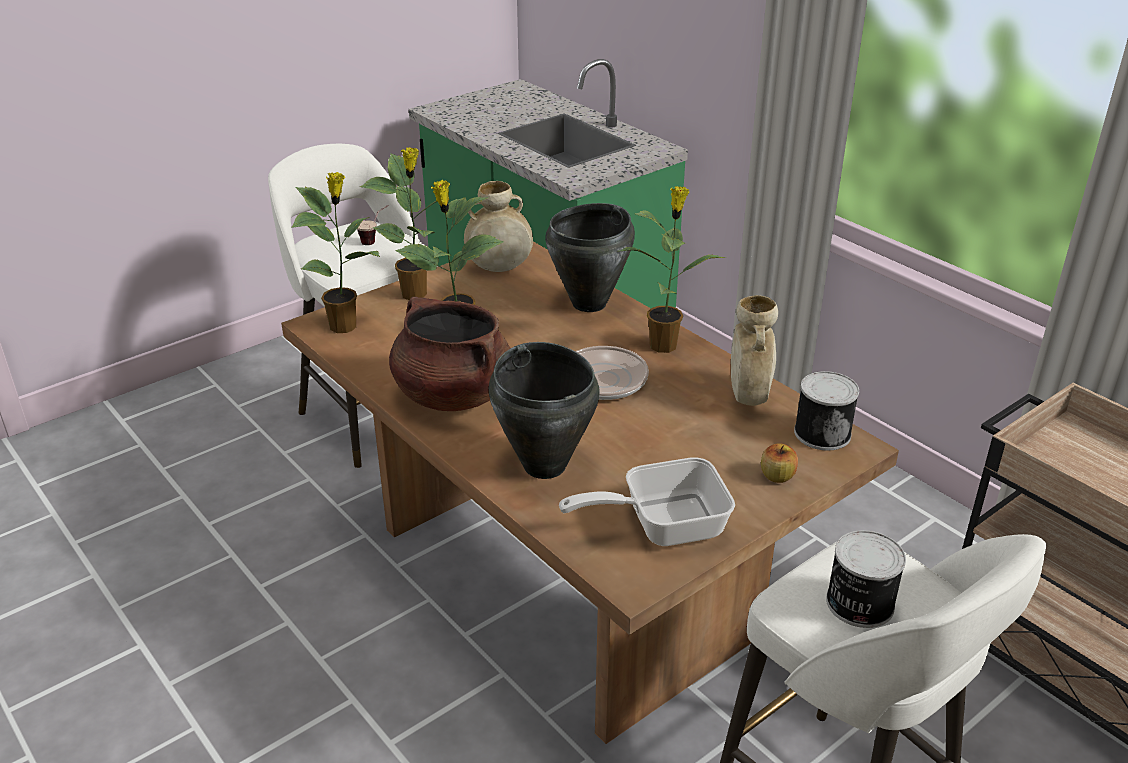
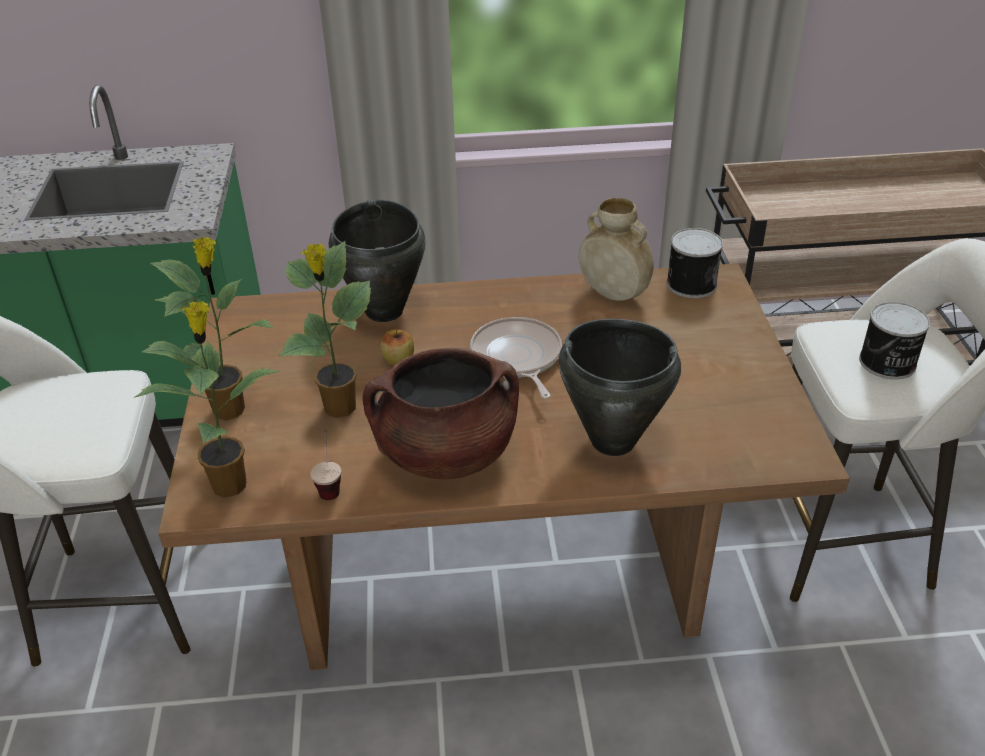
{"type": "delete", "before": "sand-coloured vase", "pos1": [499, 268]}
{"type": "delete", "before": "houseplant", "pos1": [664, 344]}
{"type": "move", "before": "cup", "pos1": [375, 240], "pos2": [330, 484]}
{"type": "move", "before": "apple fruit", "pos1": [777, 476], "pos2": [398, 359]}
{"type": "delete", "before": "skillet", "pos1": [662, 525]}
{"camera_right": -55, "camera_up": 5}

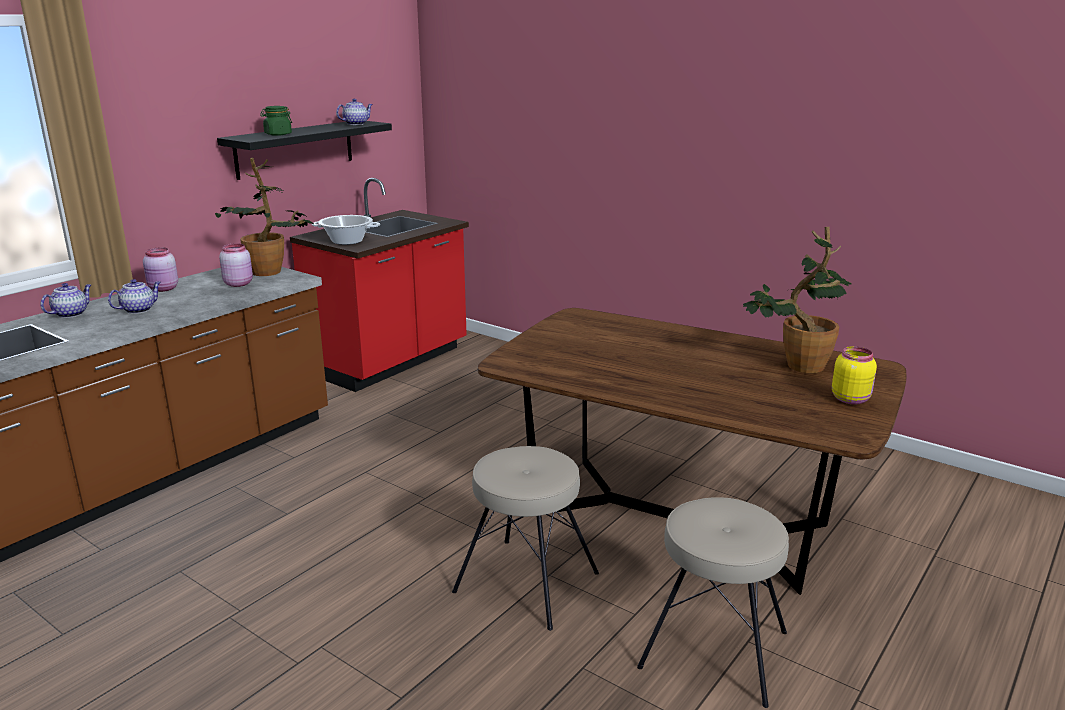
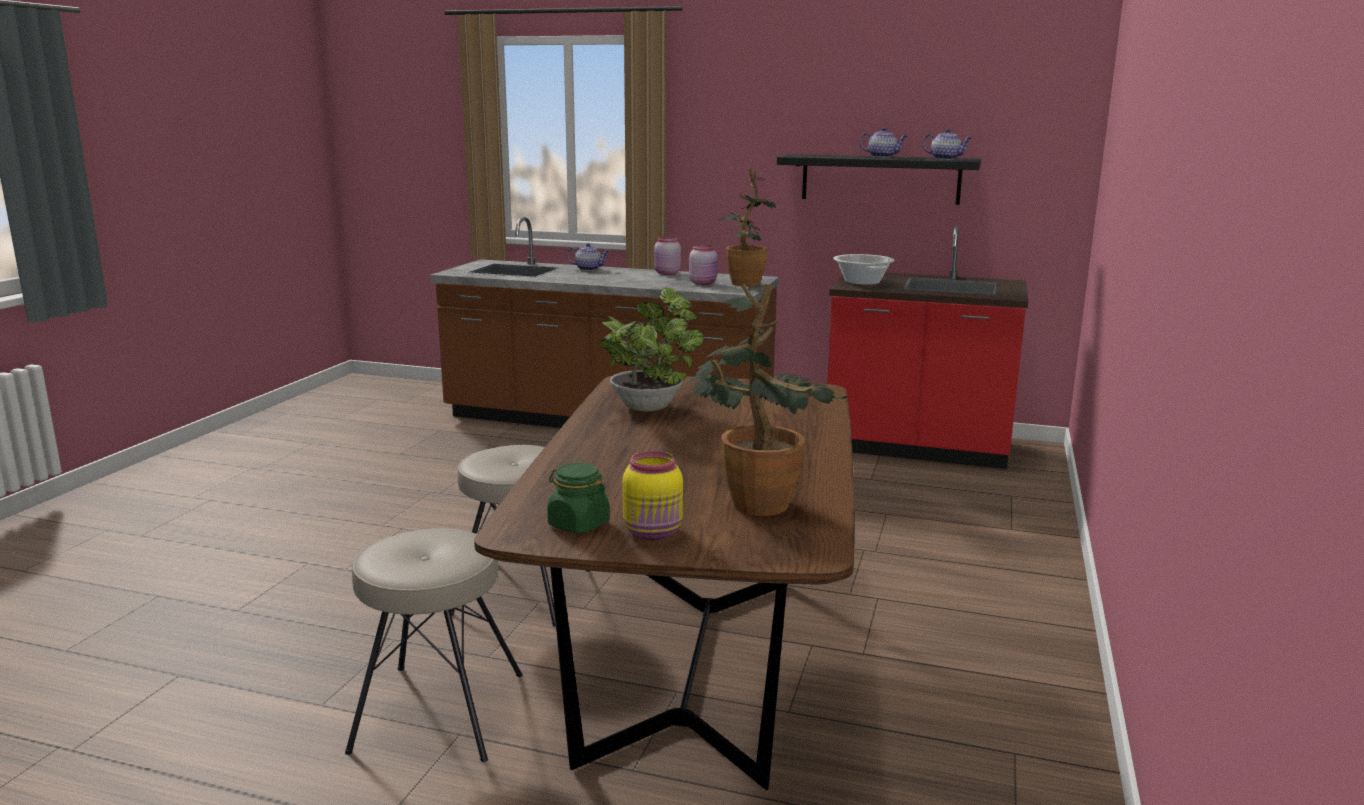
{"type": "move", "before": "green jar", "pos1": [278, 134], "pos2": [578, 524]}
{"type": "move", "before": "pot for tea", "pos1": [139, 310], "pos2": [882, 157]}
{"type": "insert", "after": "houseplant", "pos2": [649, 405]}
{"camera_right": 70, "camera_up": -5}

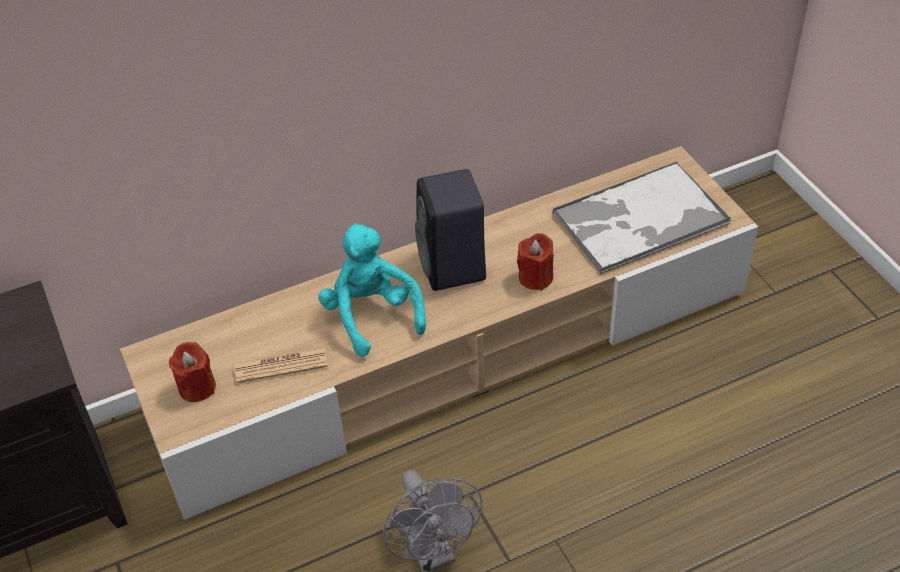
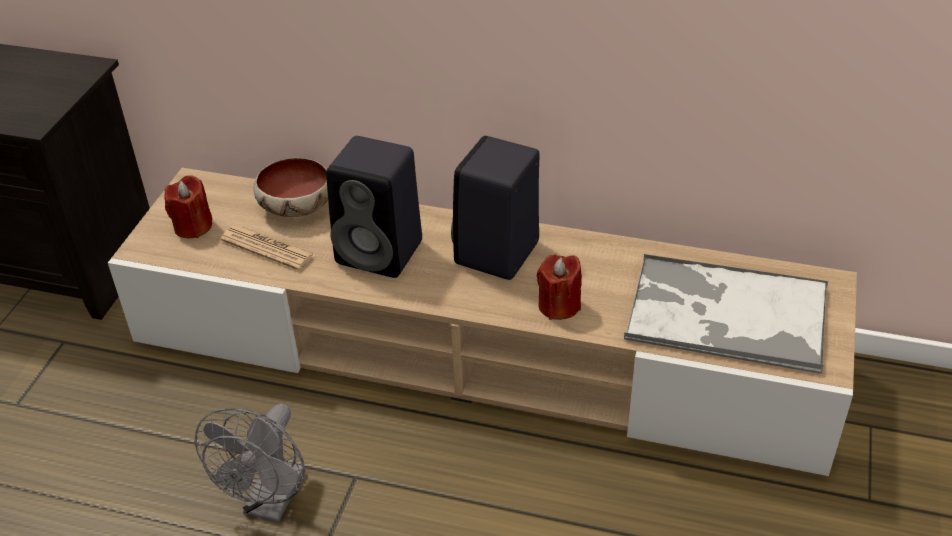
{"type": "replace", "before": "turquoise cuddly toy", "after": "blackish audio speaker", "pos1": [372, 315], "pos2": [382, 252]}
{"type": "insert", "after": "deep dish", "pos2": [295, 207]}
{"camera_right": 40, "camera_up": -5}

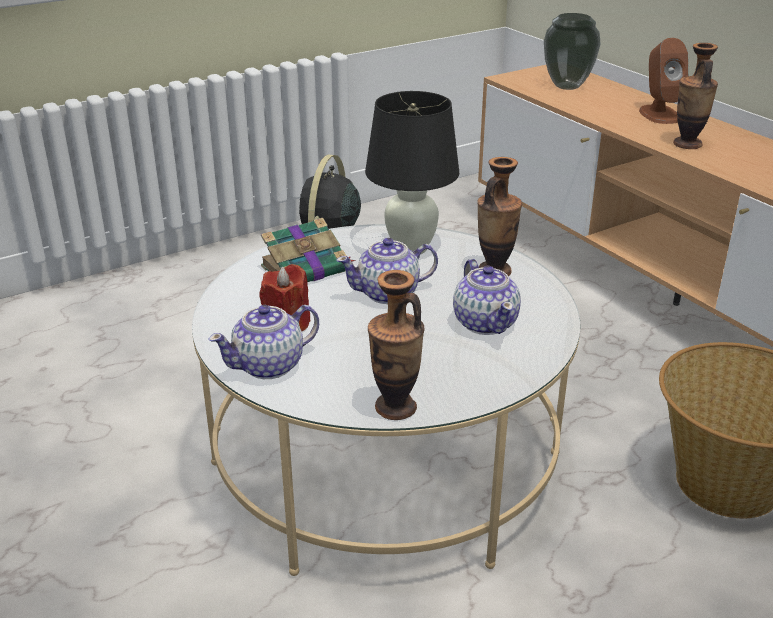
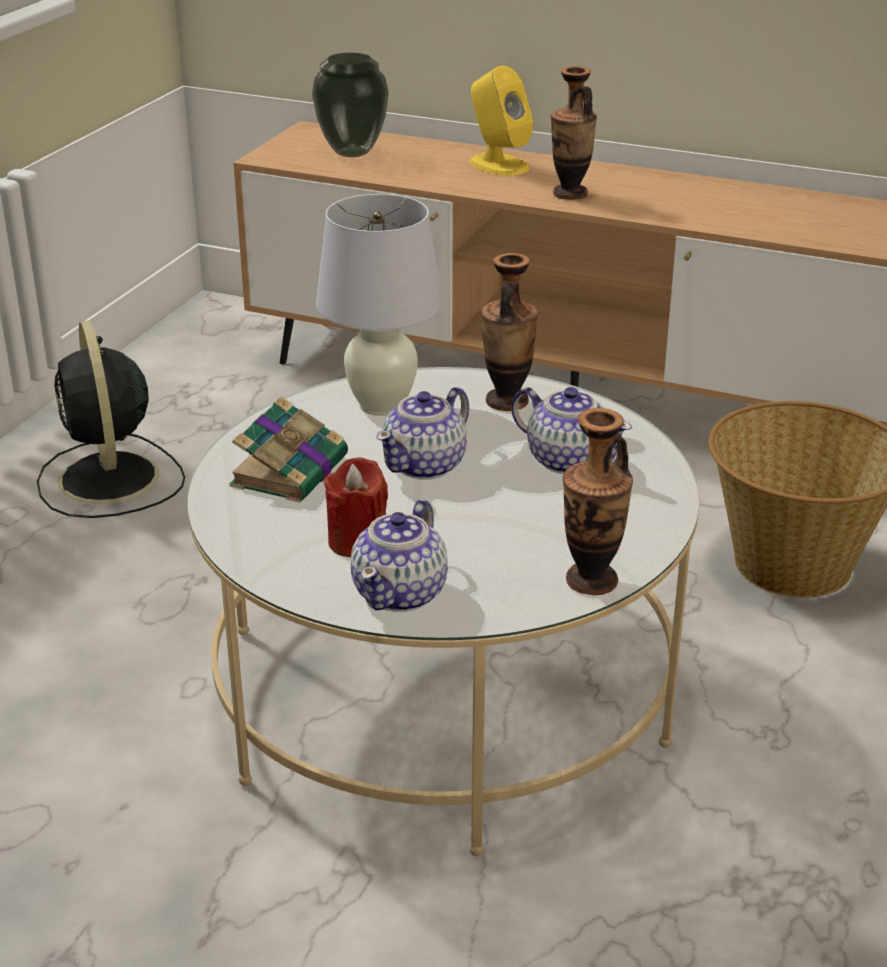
{"type": "recolor", "before": "brown-coloured audio speaker", "after": "yellow-coloured audio speaker", "pos1": [659, 114], "pos2": [498, 165]}
{"type": "recolor", "before": "blackish tabletop lamp", "after": "white tabletop lamp", "pos1": [410, 248], "pos2": [381, 405]}
{"camera_right": -35, "camera_up": 0}

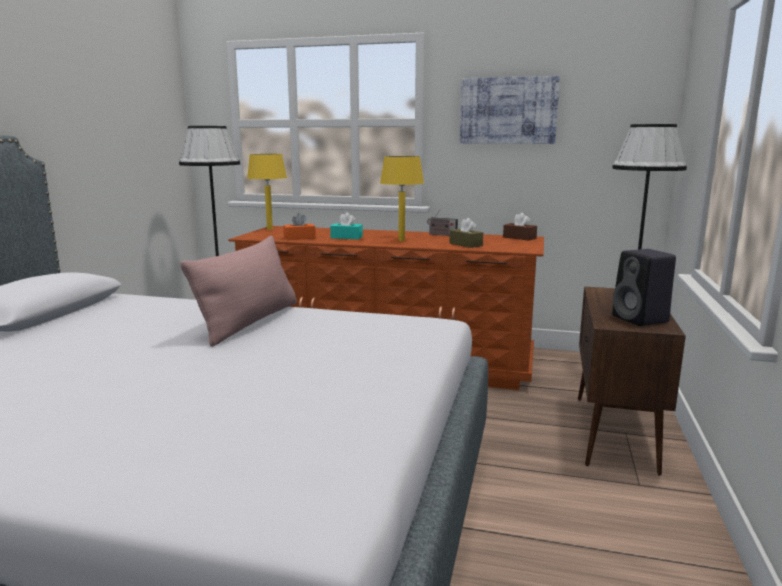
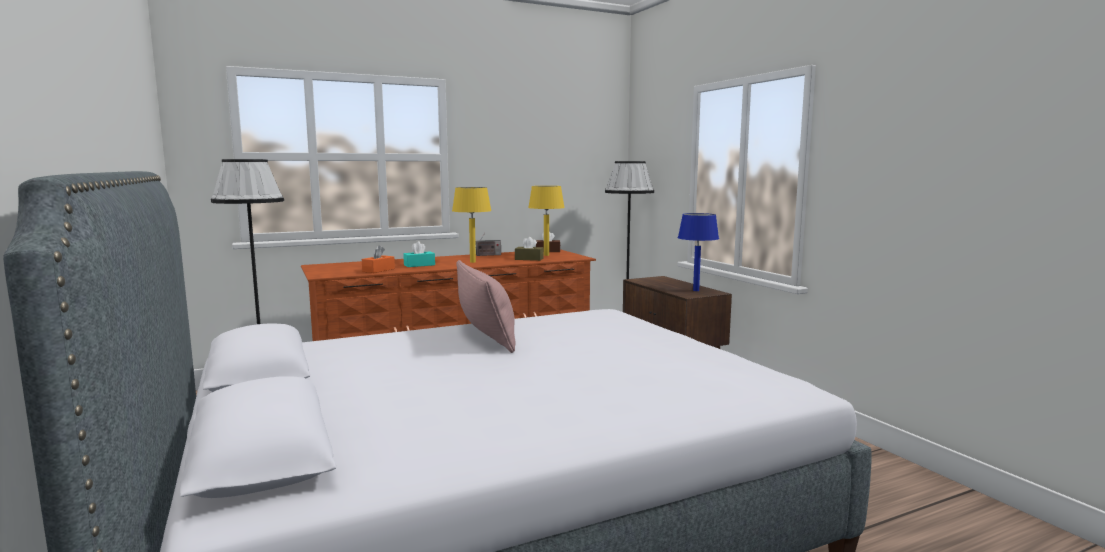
{"type": "delete", "before": "picture", "pos1": [508, 110]}
{"type": "move", "before": "yellow-coloured tabletop lamp", "pos1": [270, 229], "pos2": [546, 255]}
{"type": "replace", "before": "blackish audio speaker", "after": "bluish tabletop lamp", "pos1": [641, 319], "pos2": [696, 290]}
{"camera_right": -40, "camera_up": -5}

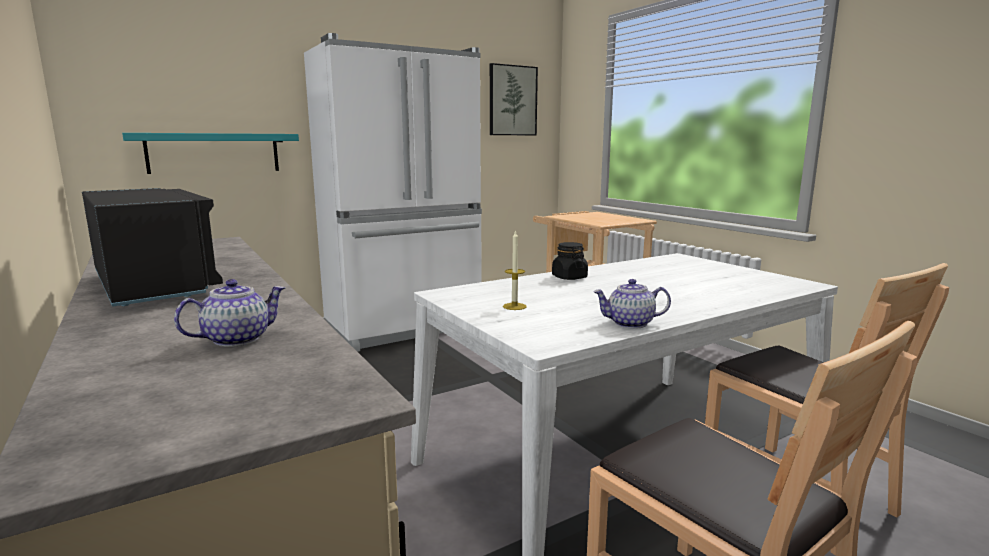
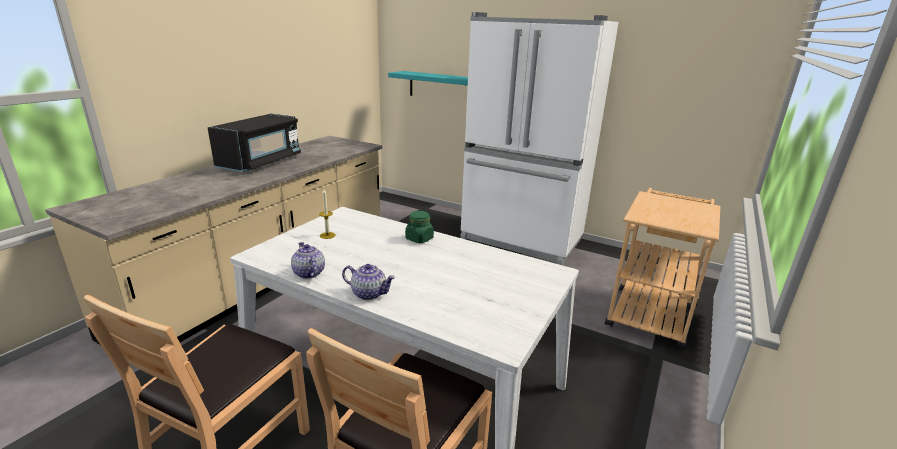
{"type": "delete", "before": "picture", "pos1": [512, 100]}
{"type": "recolor", "before": "blackish jar", "after": "green jar", "pos1": [569, 277], "pos2": [419, 238]}
{"type": "move", "before": "pot for tea", "pos1": [237, 339], "pos2": [369, 293]}
{"camera_right": 60, "camera_up": 10}

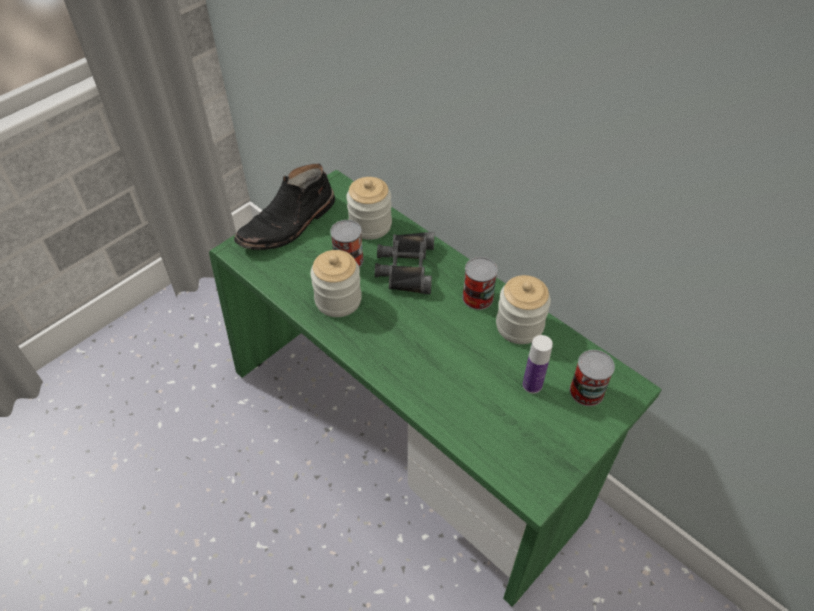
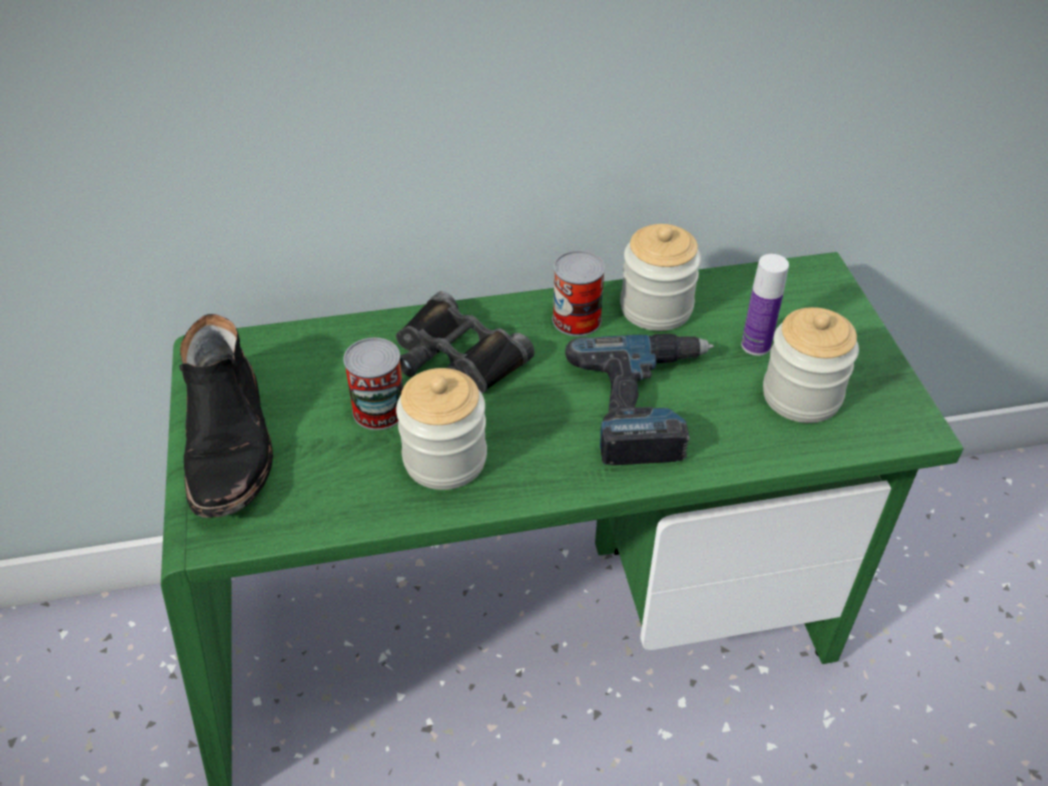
{"type": "move", "before": "jar", "pos1": [370, 225], "pos2": [801, 395]}
{"type": "delete", "before": "sealed can", "pos1": [586, 391]}
{"type": "insert", "after": "power drill", "pos2": [646, 405]}
{"camera_right": -55, "camera_up": -5}

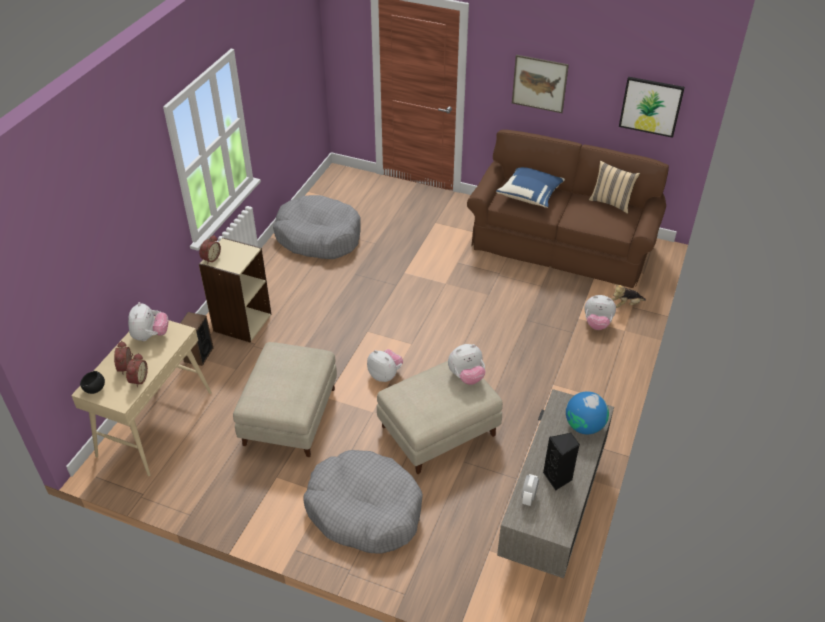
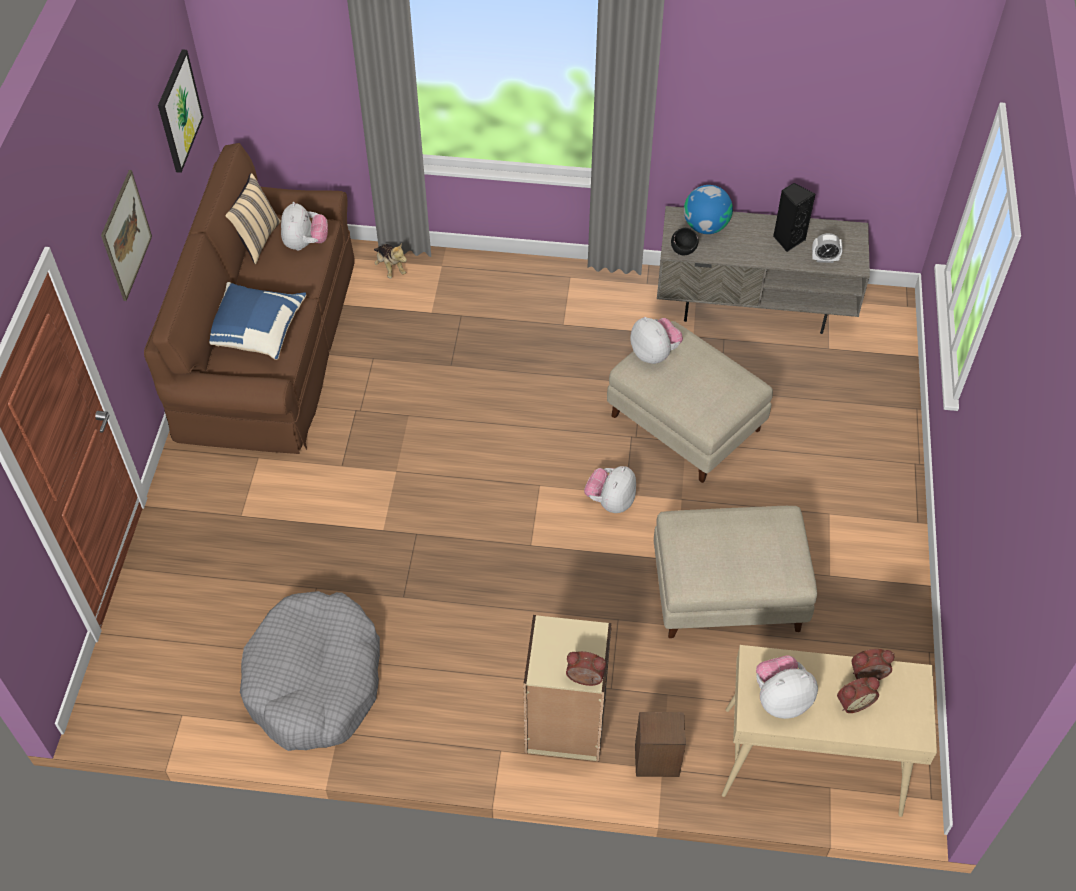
{"type": "move", "before": "cuddly toy", "pos1": [597, 324], "pos2": [305, 244]}
{"type": "move", "before": "blackish deep dish", "pos1": [95, 389], "pos2": [683, 250]}
{"type": "delete", "before": "gray pet bed", "pos1": [364, 510]}
{"camera_right": -105, "camera_up": 10}

